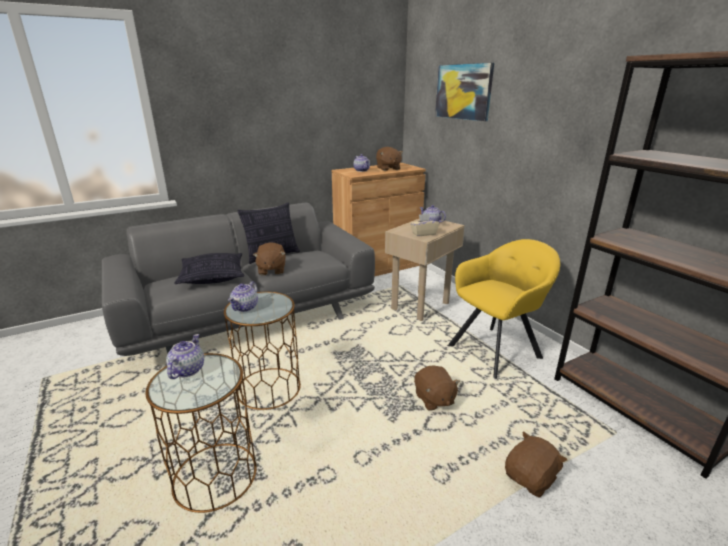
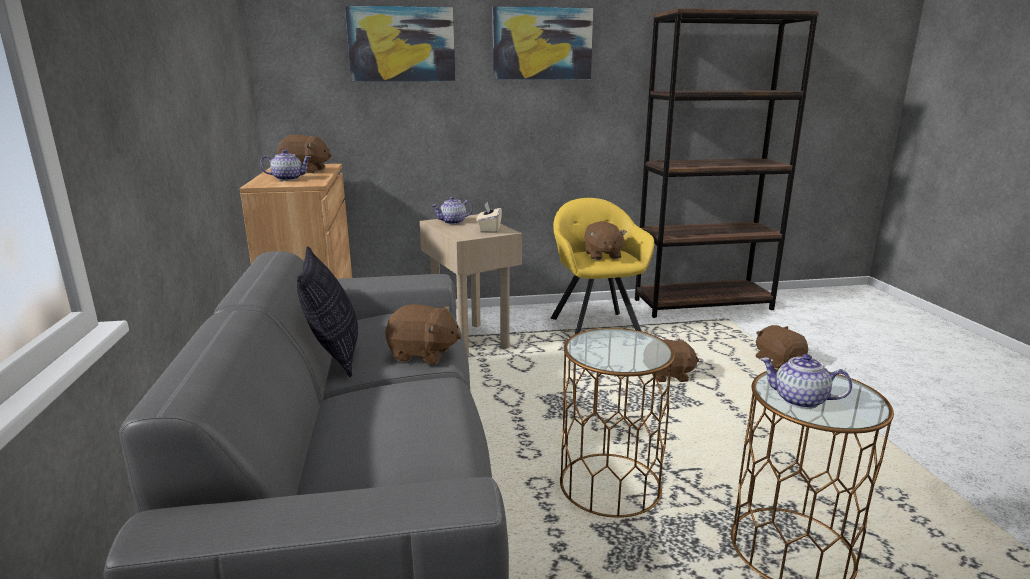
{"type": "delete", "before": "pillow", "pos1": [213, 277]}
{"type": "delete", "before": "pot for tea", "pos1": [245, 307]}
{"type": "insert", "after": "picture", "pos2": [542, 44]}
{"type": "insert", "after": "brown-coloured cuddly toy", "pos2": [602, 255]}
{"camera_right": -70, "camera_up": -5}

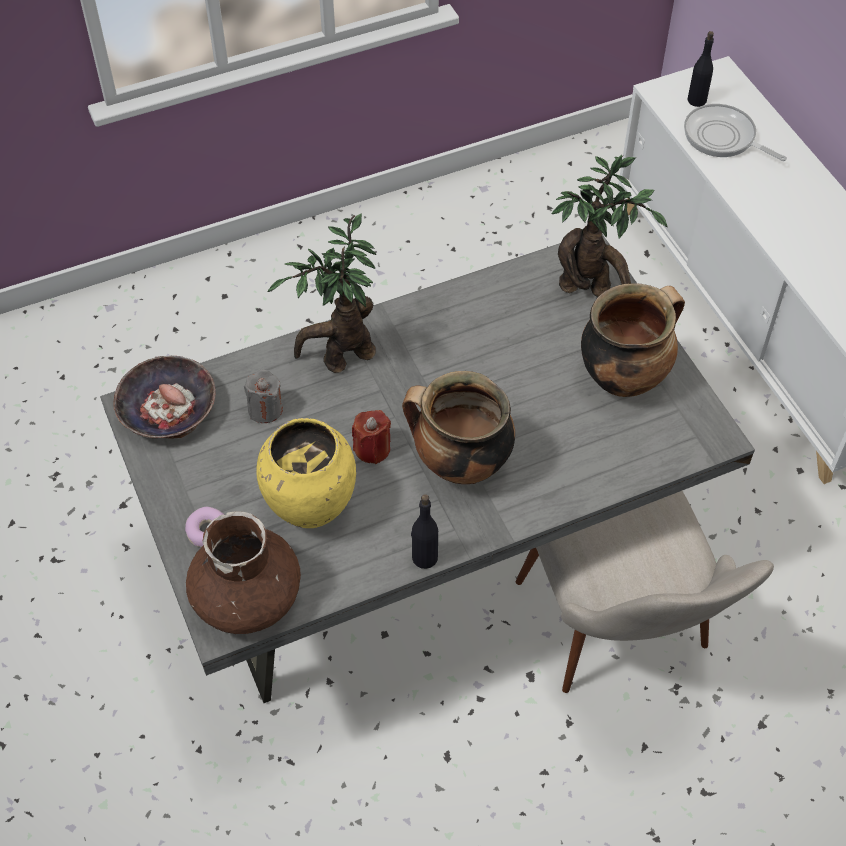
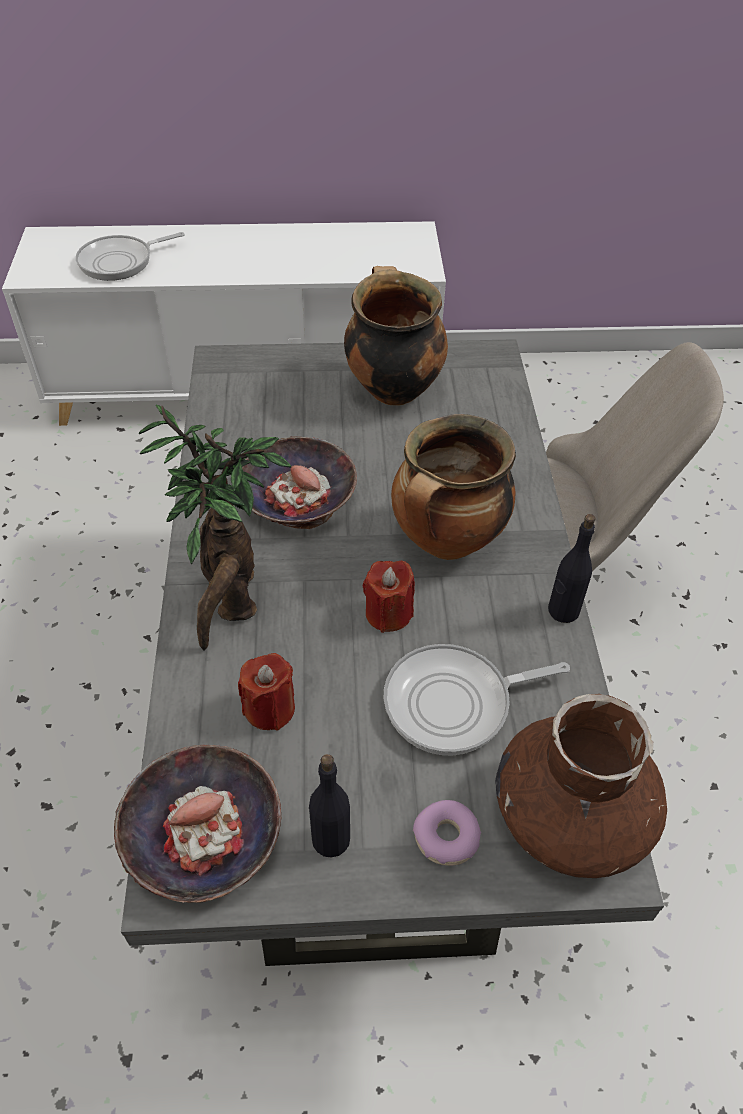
{"type": "move", "before": "blackish bottle", "pos1": [697, 100], "pos2": [330, 839]}
{"type": "delete", "before": "houseplant", "pos1": [591, 291]}
{"type": "recolor", "before": "gray wax light", "after": "red-coloured wax light", "pos1": [265, 409], "pos2": [270, 708]}
{"type": "replace", "before": "yellow-coloured vase", "after": "skillet", "pos1": [311, 509], "pos2": [454, 703]}
{"type": "insert", "after": "deep dish", "pos2": [297, 496]}
{"camera_right": -70, "camera_up": -5}

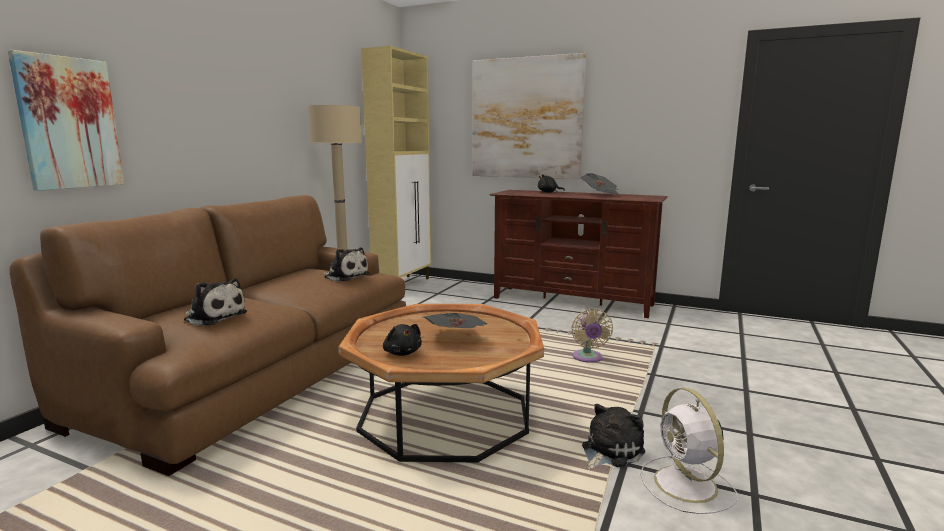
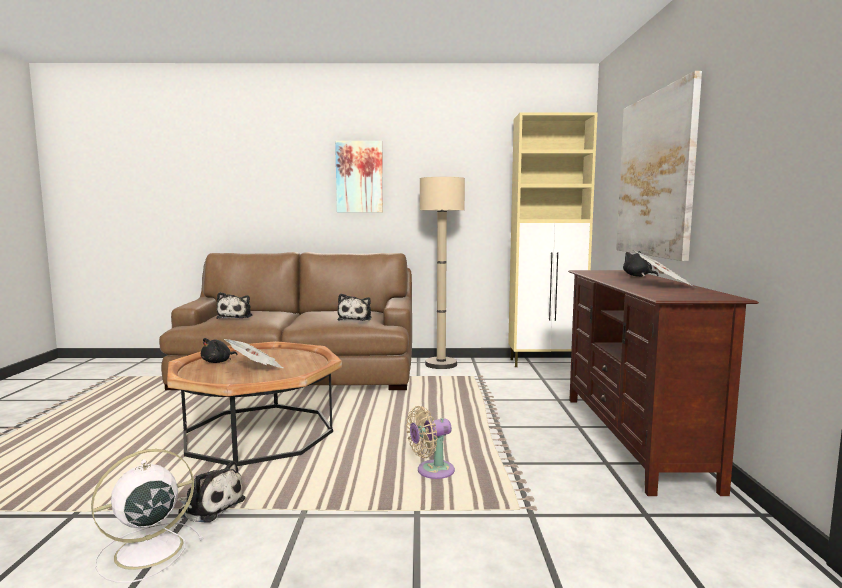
{"type": "move", "before": "picture", "pos1": [69, 123], "pos2": [359, 177]}
{"camera_right": 65, "camera_up": -5}

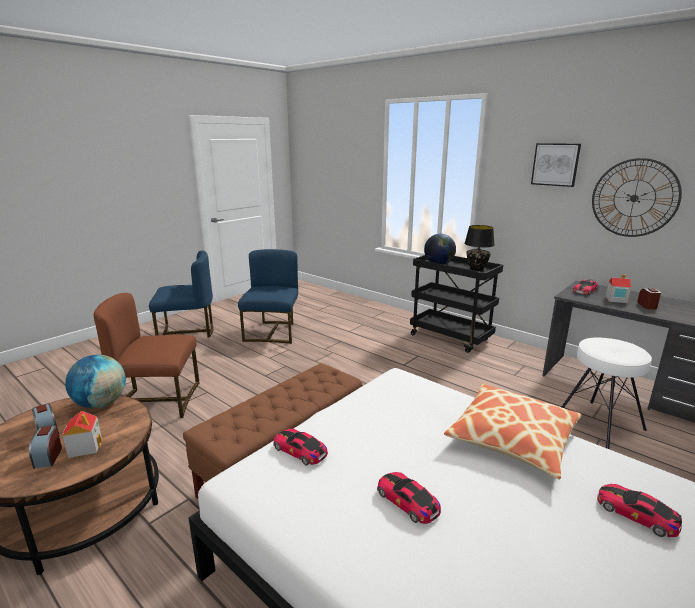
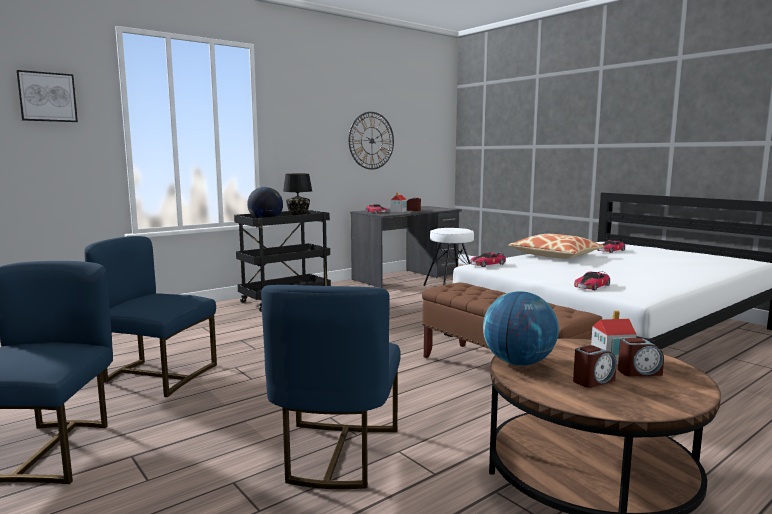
{"type": "move", "before": "picture", "pos1": [555, 164], "pos2": [47, 97]}
{"type": "recolor", "before": "brown-coloured plain chair", "after": "bluish plain chair", "pos1": [159, 400], "pos2": [336, 454]}
{"type": "move", "before": "toy car", "pos1": [407, 501], "pos2": [487, 264]}
{"camera_right": -80, "camera_up": -10}

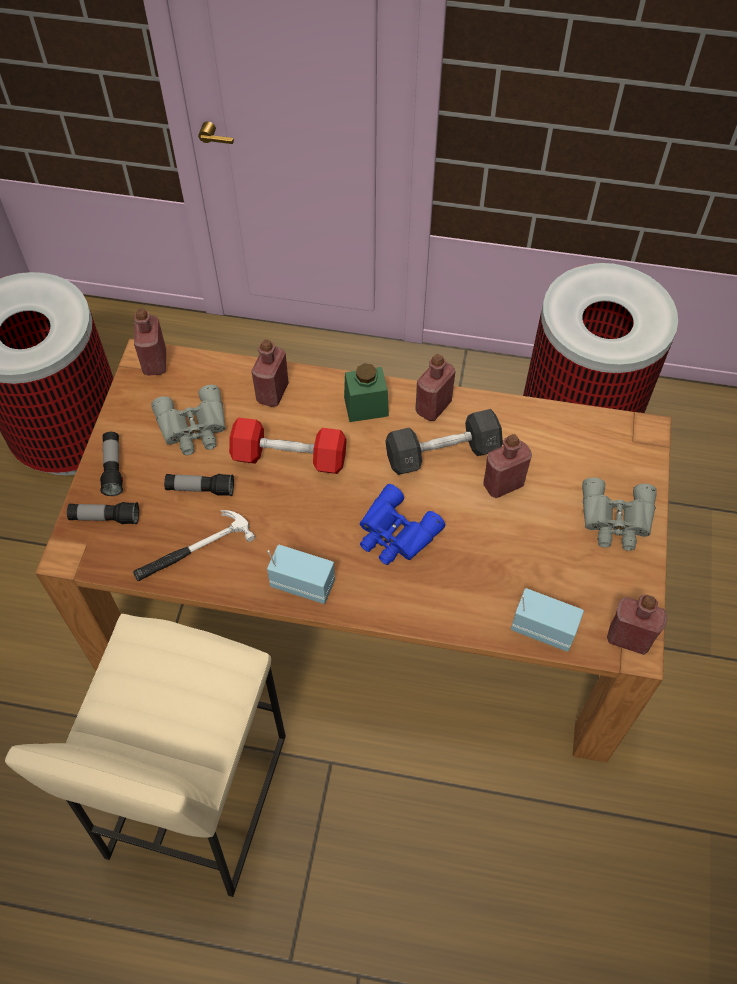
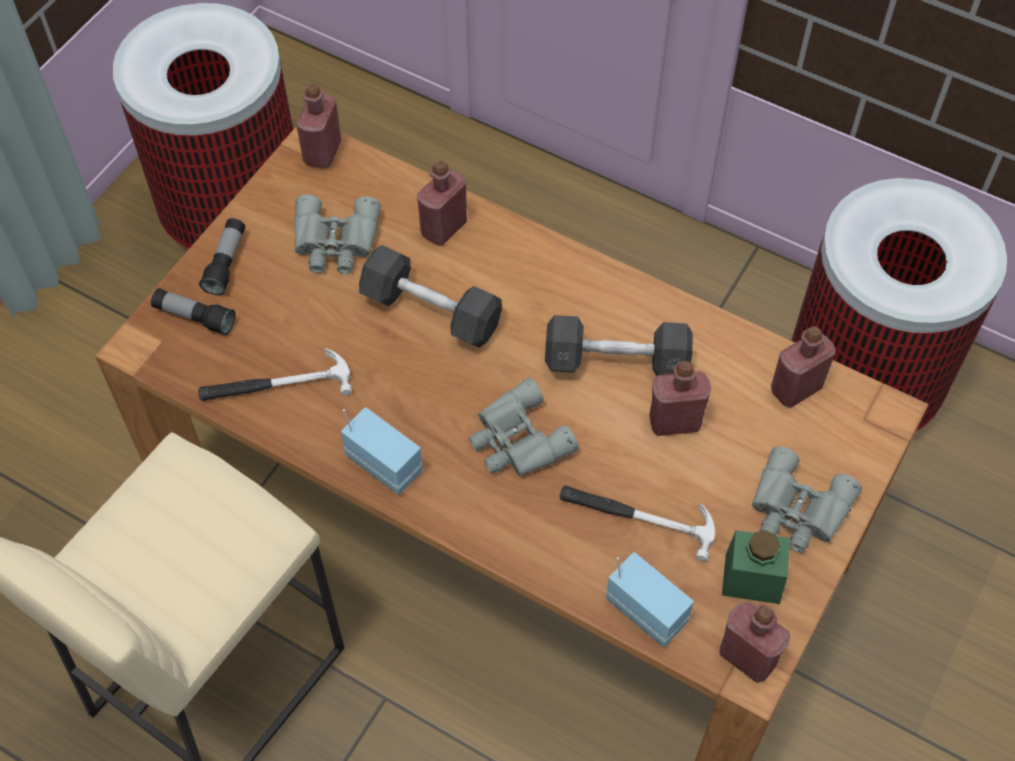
{"type": "move", "before": "red-coloured bottle", "pos1": [433, 407], "pos2": [796, 388]}
{"type": "move", "before": "green jar", "pos1": [366, 406], "pos2": [752, 578]}
{"type": "recolor", "before": "red-coloured hand weight", "after": "gray hand weight", "pos1": [289, 457], "pos2": [431, 311]}
{"type": "delete", "before": "hand torch", "pos1": [200, 489]}
{"type": "recolor", "before": "bluish pair of binoculars", "after": "gray pair of binoculars", "pos1": [395, 534], "pos2": [517, 440]}
{"type": "insert", "after": "tool hammer", "pos2": [637, 516]}
{"camera_right": 20, "camera_up": 0}

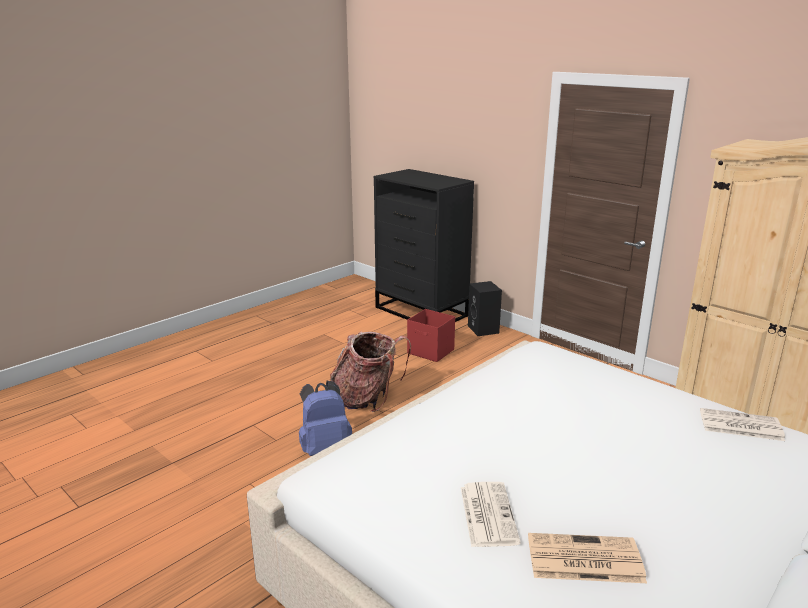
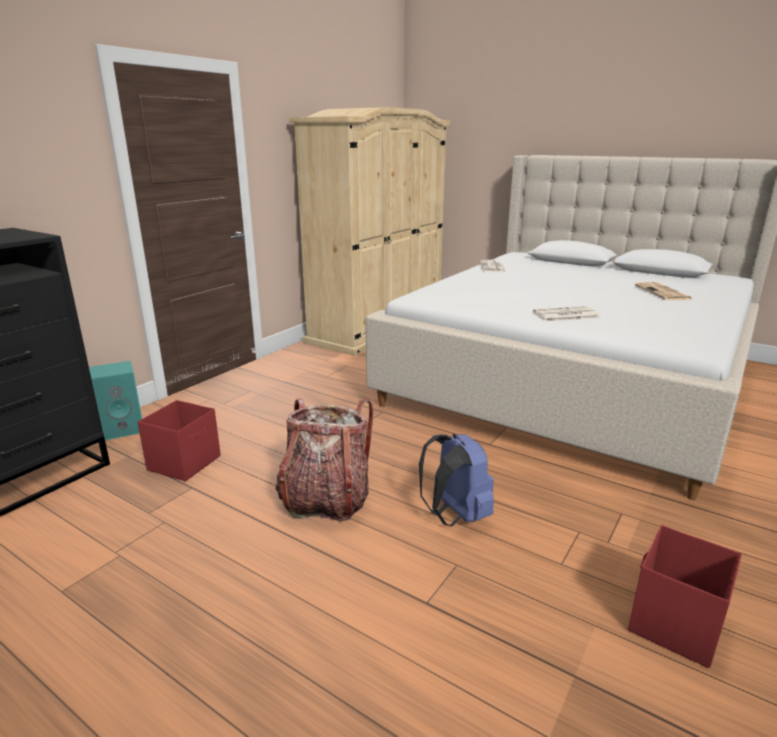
{"type": "recolor", "before": "blackish audio speaker", "after": "turquoise audio speaker", "pos1": [484, 329], "pos2": [124, 428]}
{"type": "move", "before": "daily paper", "pos1": [487, 514], "pos2": [565, 315]}
{"type": "insert", "after": "red-coloured storage box", "pos2": [674, 624]}
{"camera_right": -100, "camera_up": 0}

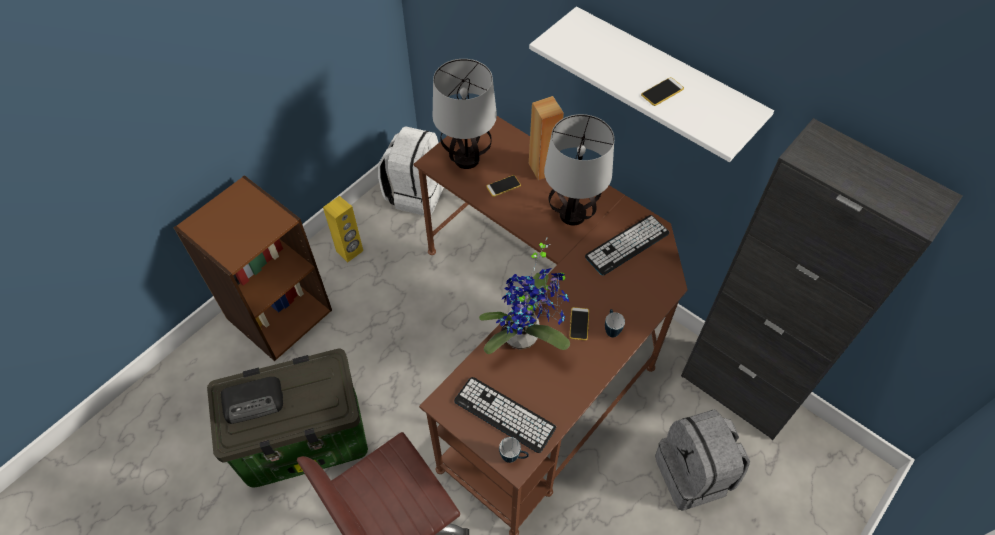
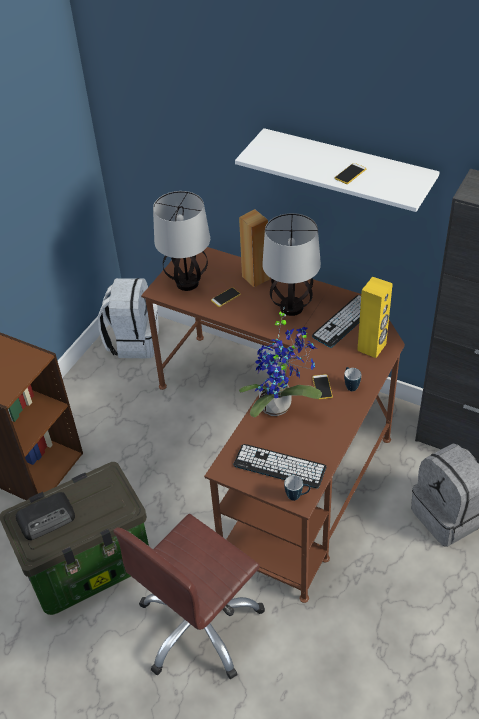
{"type": "move", "before": "yellow-coloured audio speaker", "pos1": [350, 251], "pos2": [372, 347]}
{"camera_right": -10, "camera_up": -10}

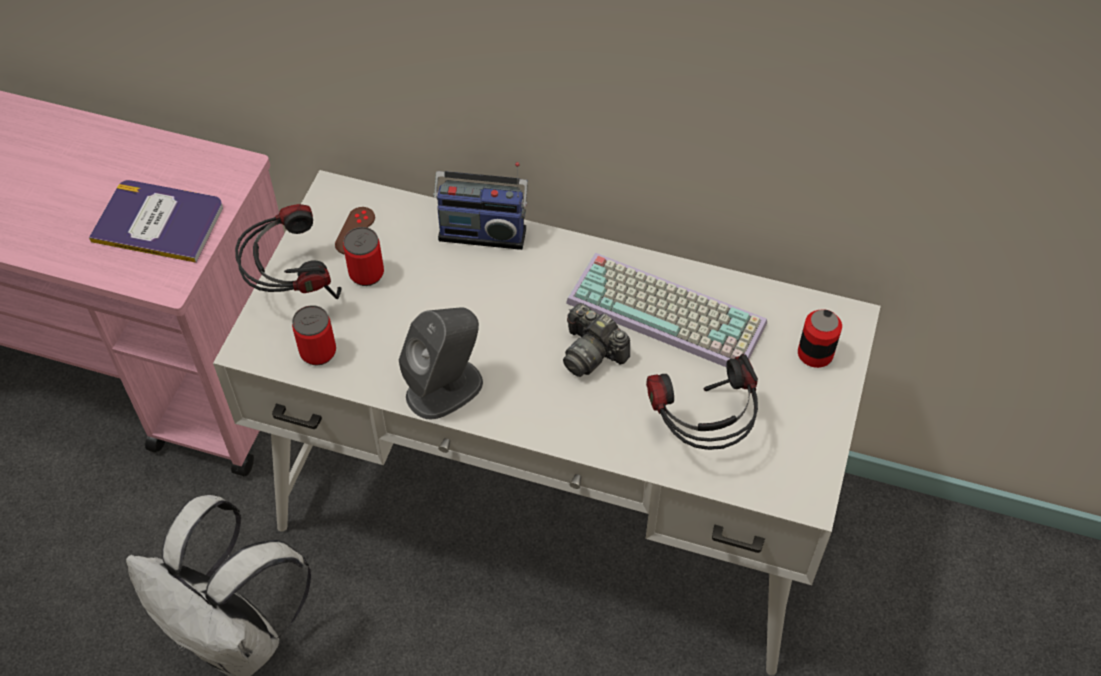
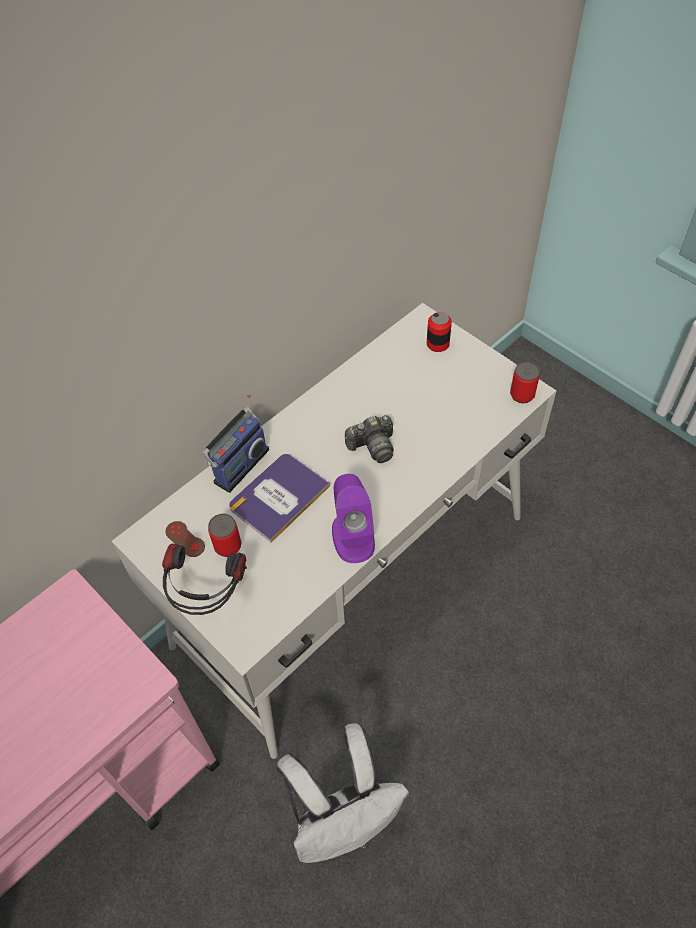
{"type": "move", "before": "book", "pos1": [159, 222], "pos2": [279, 497]}
{"type": "delete", "before": "PC keyboard", "pos1": [669, 311]}
{"type": "move", "before": "sealed can", "pos1": [318, 352], "pos2": [522, 395]}
{"type": "recolor", "before": "gray audio speaker", "after": "purple-coloured audio speaker", "pos1": [445, 388], "pos2": [353, 536]}
{"type": "delete", "before": "headphones", "pos1": [702, 432]}
{"camera_right": -60, "camera_up": 0}

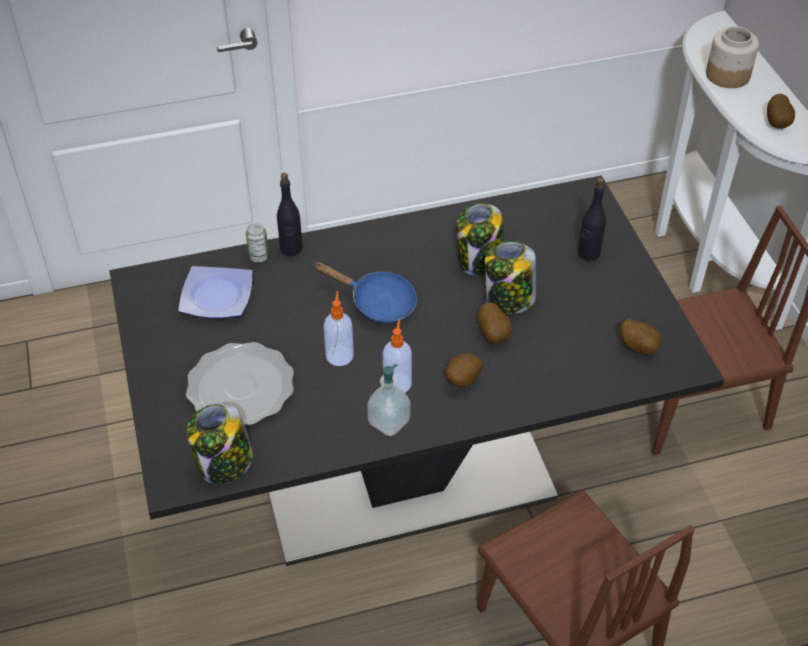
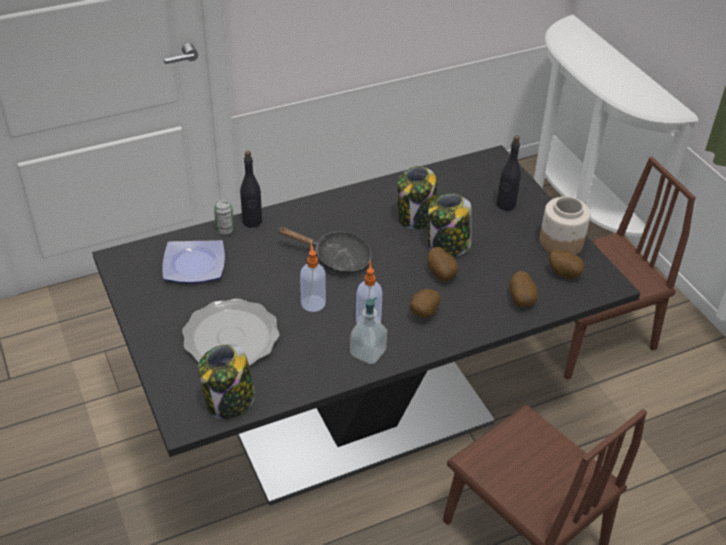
{"type": "move", "before": "jar", "pos1": [727, 75], "pos2": [560, 242]}
{"type": "move", "before": "whole potato", "pos1": [778, 123], "pos2": [522, 300]}
{"type": "recolor", "before": "bluish skillet", "after": "blackish skillet", "pos1": [377, 302], "pos2": [336, 258]}
{"camera_right": -10, "camera_up": -5}

